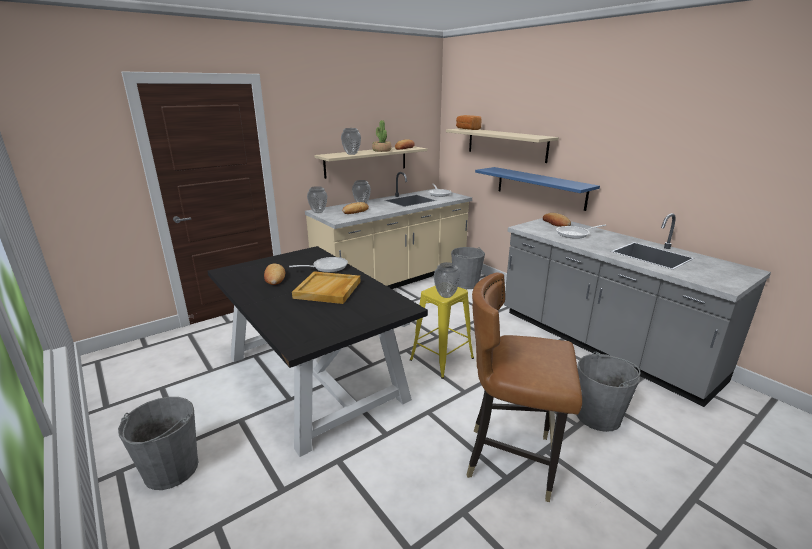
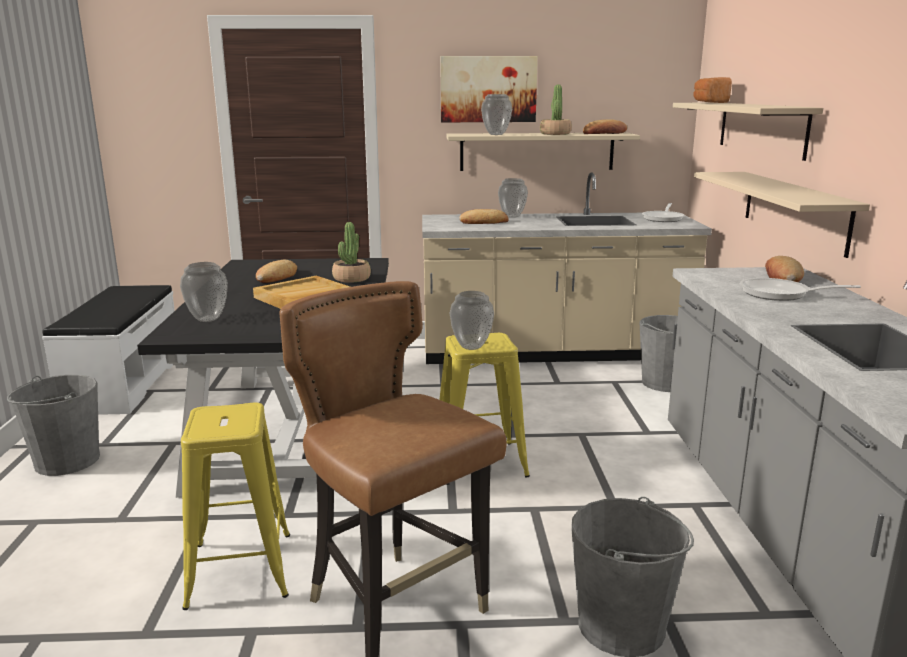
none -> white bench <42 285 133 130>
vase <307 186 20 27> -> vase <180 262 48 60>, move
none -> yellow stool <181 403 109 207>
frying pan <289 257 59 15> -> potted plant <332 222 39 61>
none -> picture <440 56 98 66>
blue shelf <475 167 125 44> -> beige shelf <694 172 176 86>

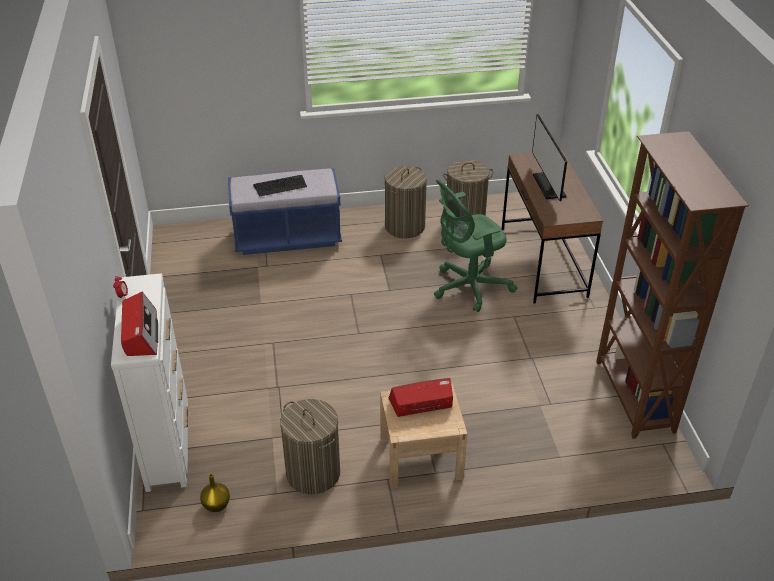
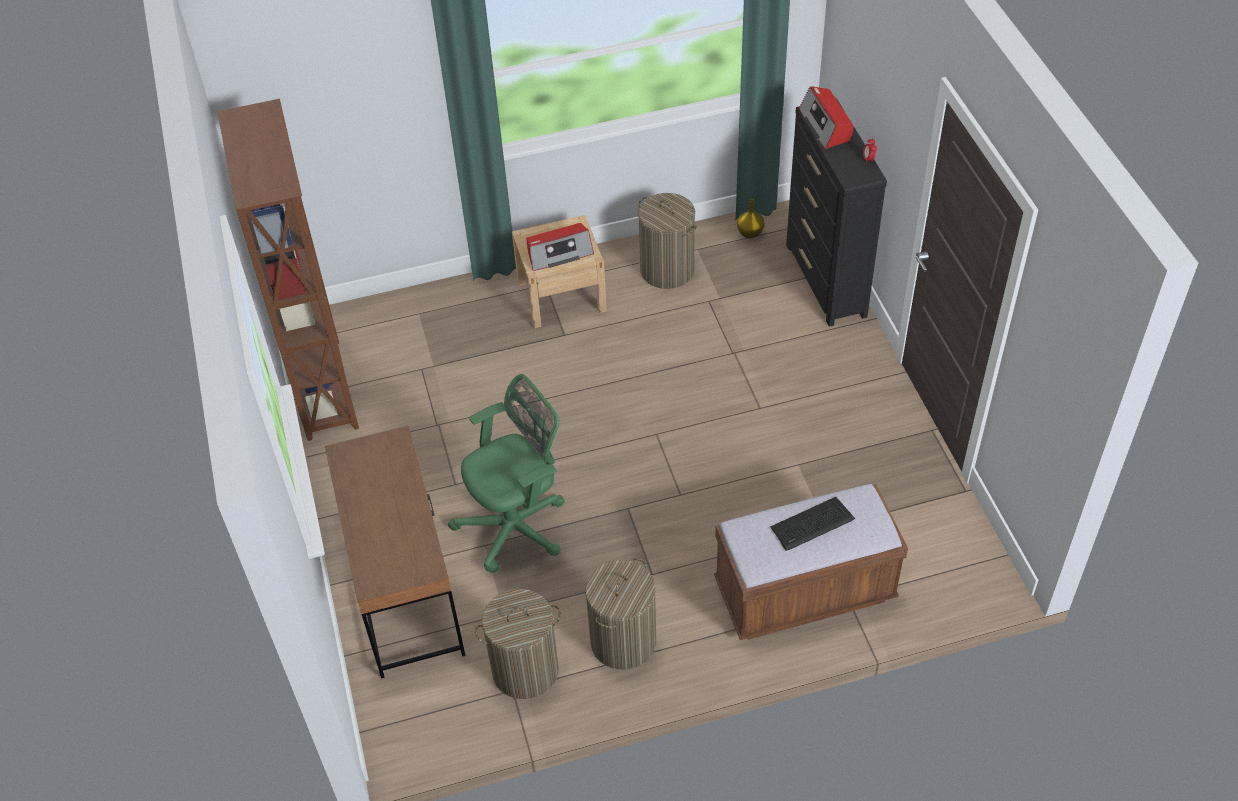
blue bench <228 168 114 87> -> brown bench <714 484 194 156>
white dresser <111 273 77 219> -> black dresser <786 98 101 229>
monitor <532 114 35 87> -> none

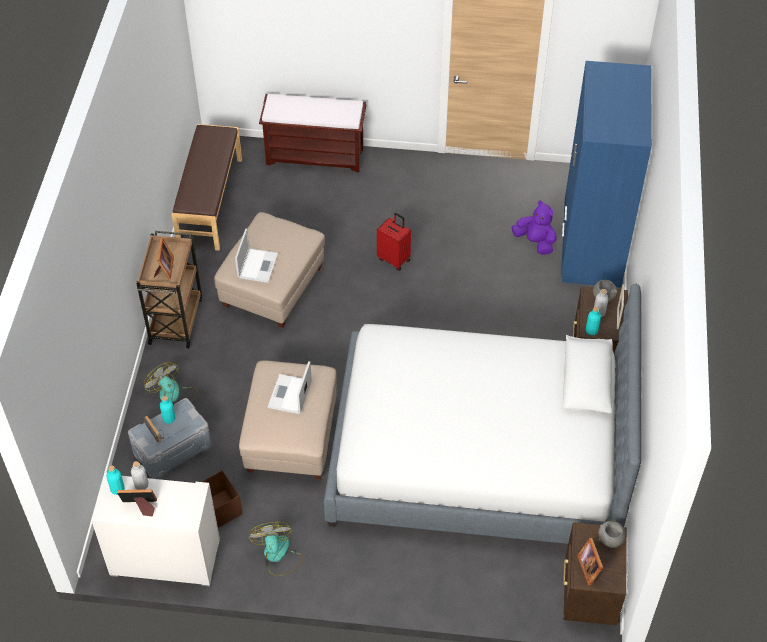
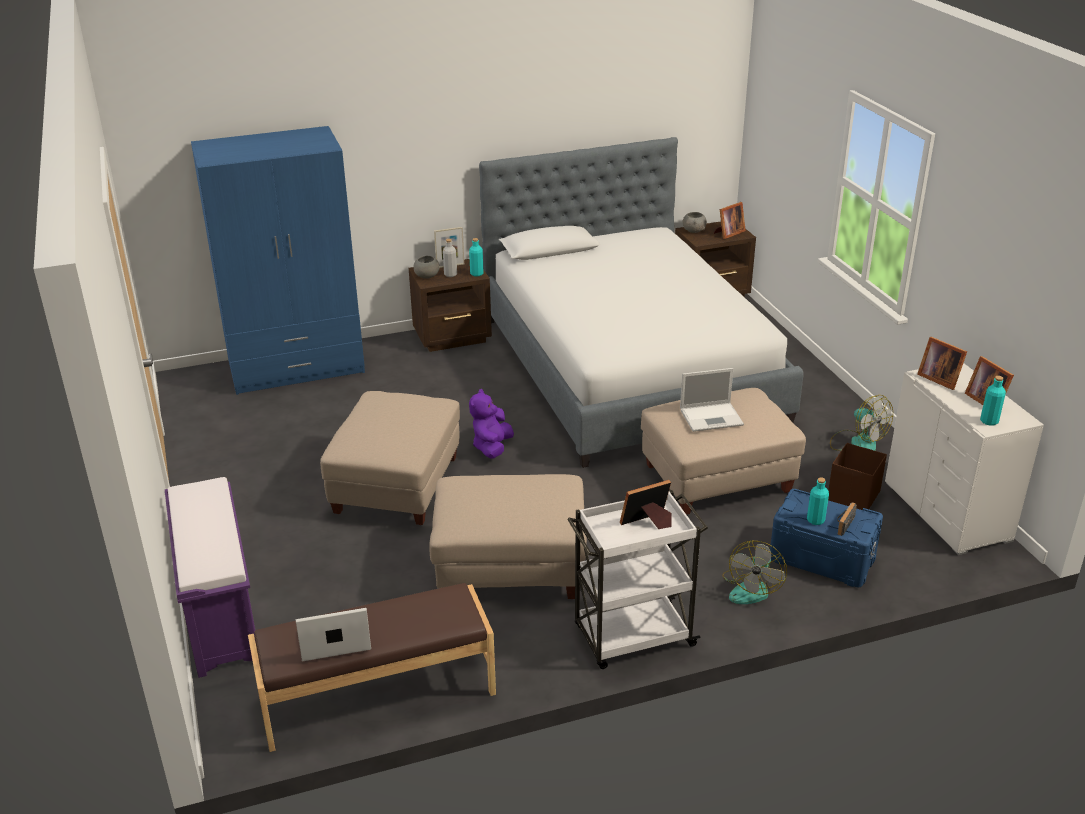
brown bench <259 94 107 78> -> purple bench <165 477 91 201>
laptop <235 229 43 54> -> laptop <296 608 75 53>, move
red suitcase <377 213 34 58> -> beige ottoman <320 391 140 134>
purple plush toy <511 200 46 55> -> purple plush toy <469 389 45 69>, move
brown cart <136 231 66 117> -> white cart <567 490 141 179>
grey storage box <128 398 84 81> -> blue storage box <770 489 113 98>
fan <249 522 55 54> -> fan <830 395 63 56>, 90 degrees counterclockwise
none -> picture frame <917 337 50 53>
grey bottle <131 461 18 29> -> none

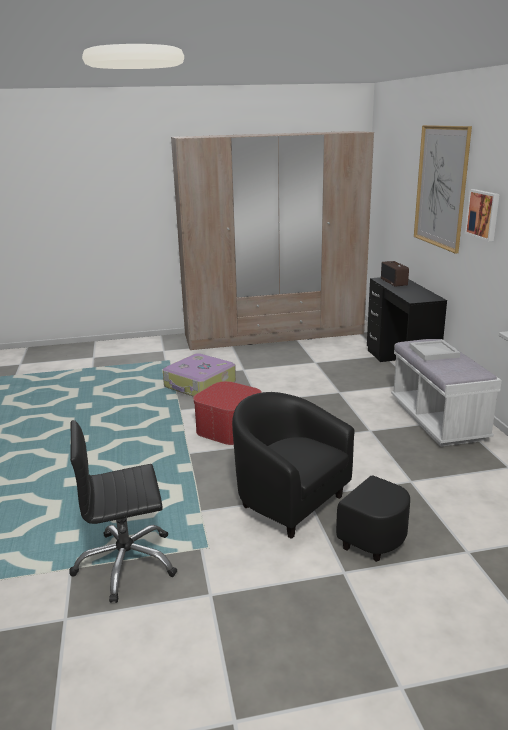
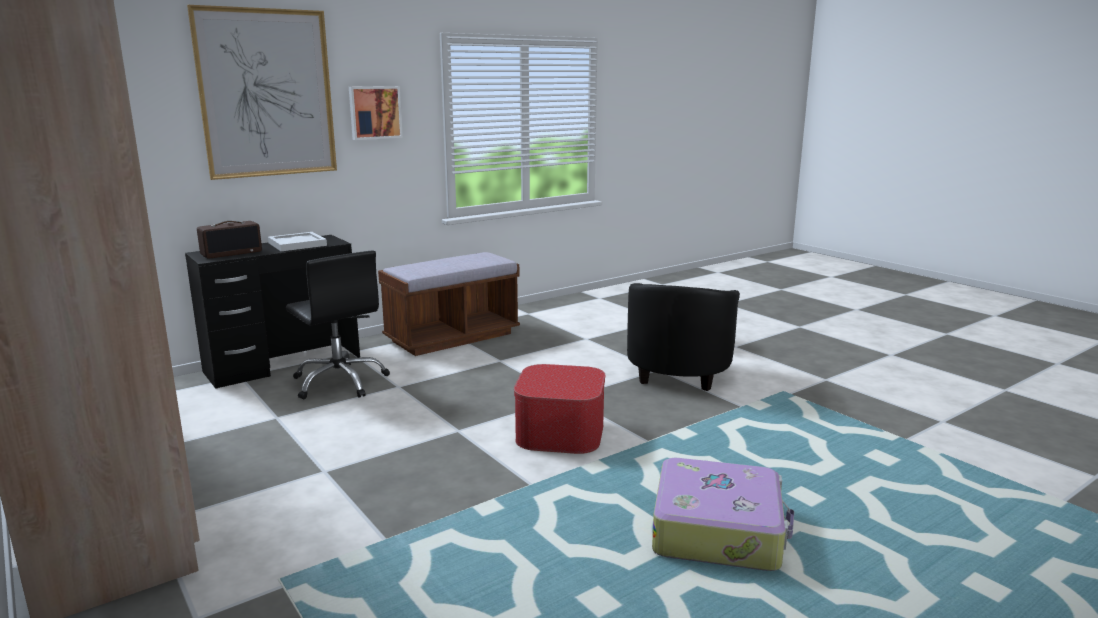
white tray <409 340 51 21> -> white tray <268 232 59 19>, move
black office chair <70 420 108 183> -> black office chair <286 251 104 148>, move
white bench <391 339 111 108> -> brown bench <378 252 142 104>
suitcase <163 353 73 44> -> suitcase <652 458 142 113>, move

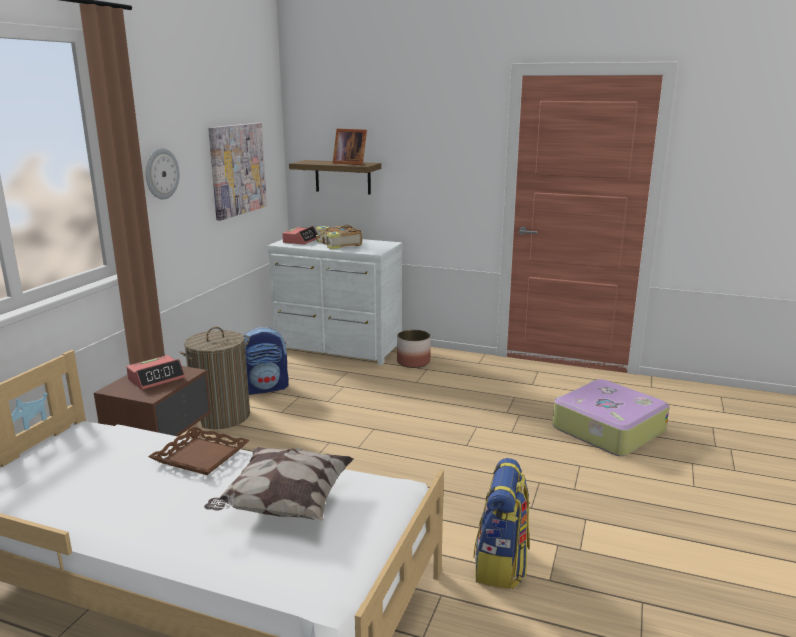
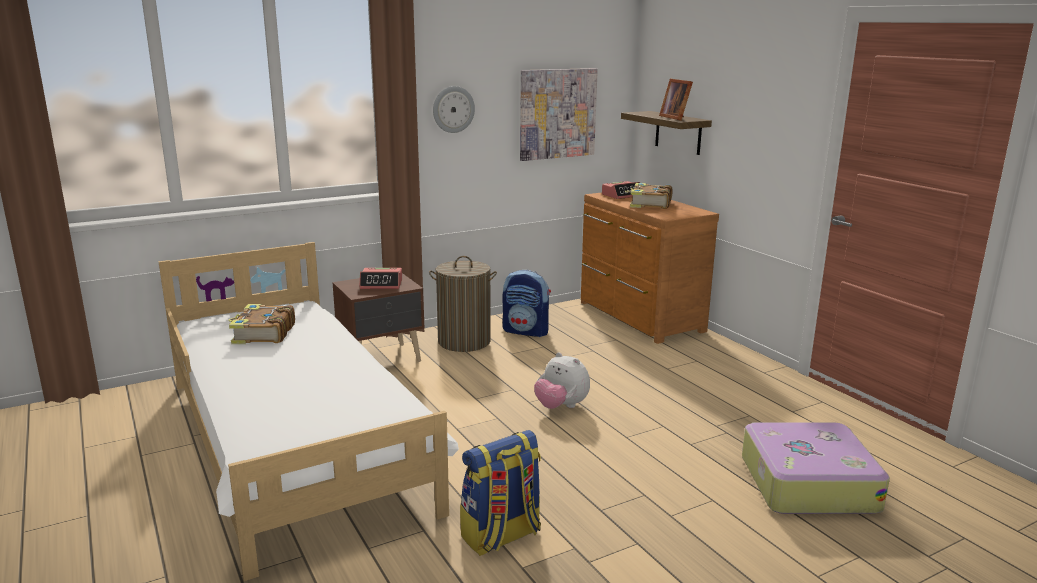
none -> book <228 304 67 40>
none -> plush toy <534 352 56 57>
white dresser <268 239 135 126> -> brown dresser <581 192 138 152>
brown tray <148 427 101 48> -> none
pillow <204 447 150 74> -> none
planter <397 330 34 38> -> none

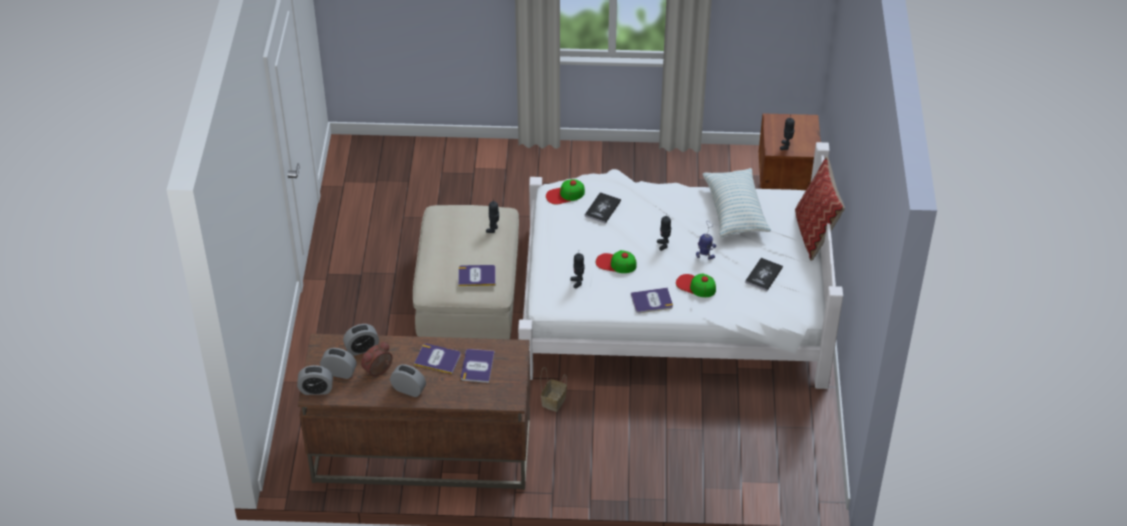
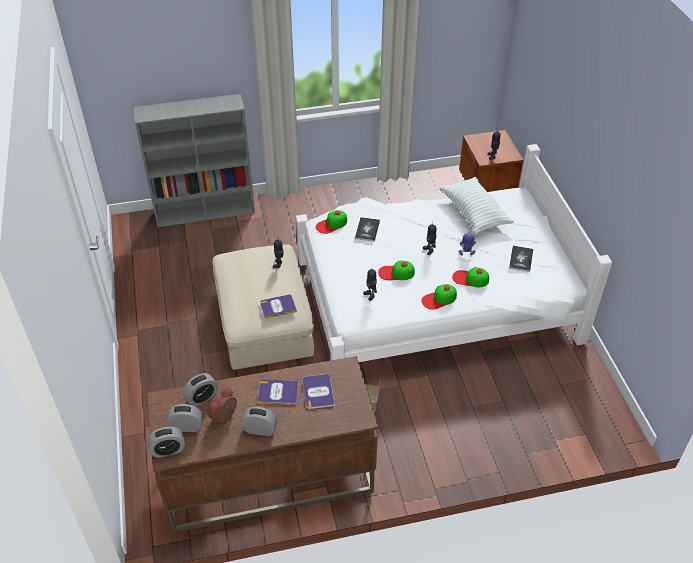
none -> grey bookcase <134 94 121 133>
book <631 288 42 25> -> cap <421 284 36 26>
pillow <795 157 50 104> -> none

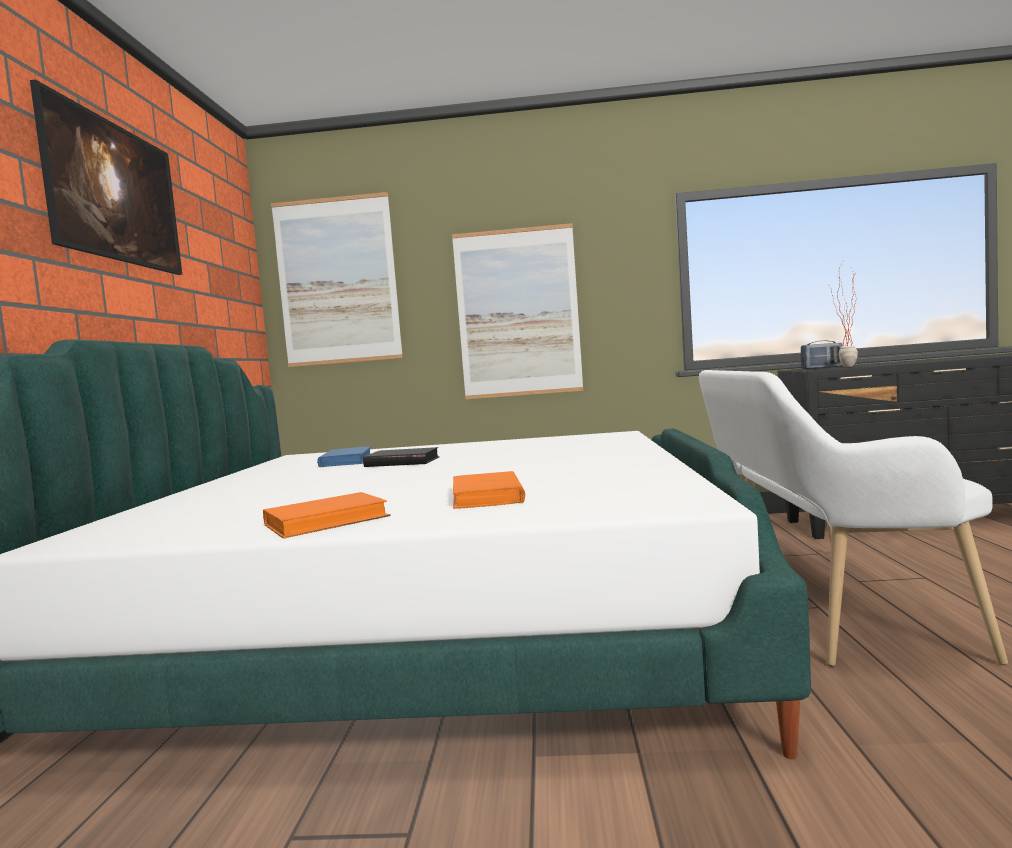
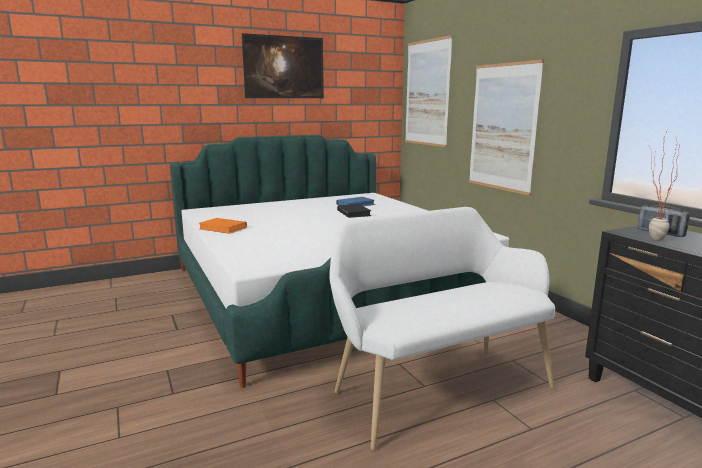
orange book <453 471 72 38> -> none

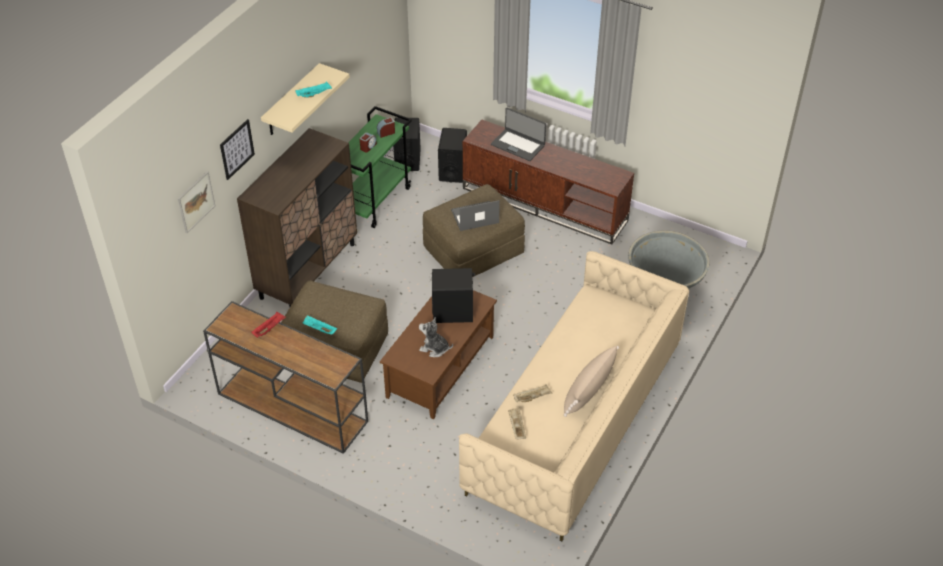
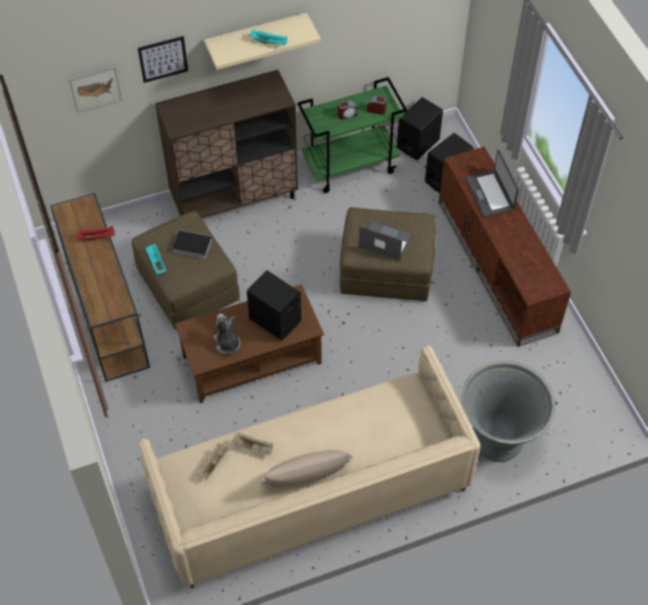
none -> book <172 230 40 29>

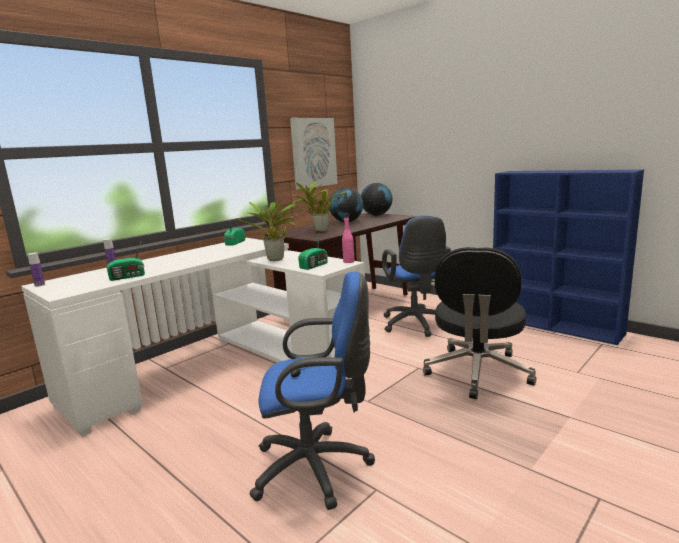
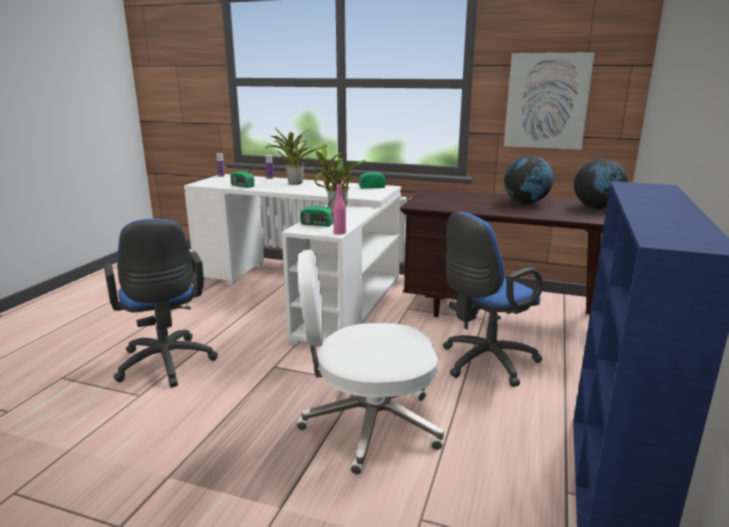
potted plant <292 181 55 51> -> potted plant <265 128 62 57>, move
black office chair <423 247 113 152> -> white office chair <296 250 148 225>

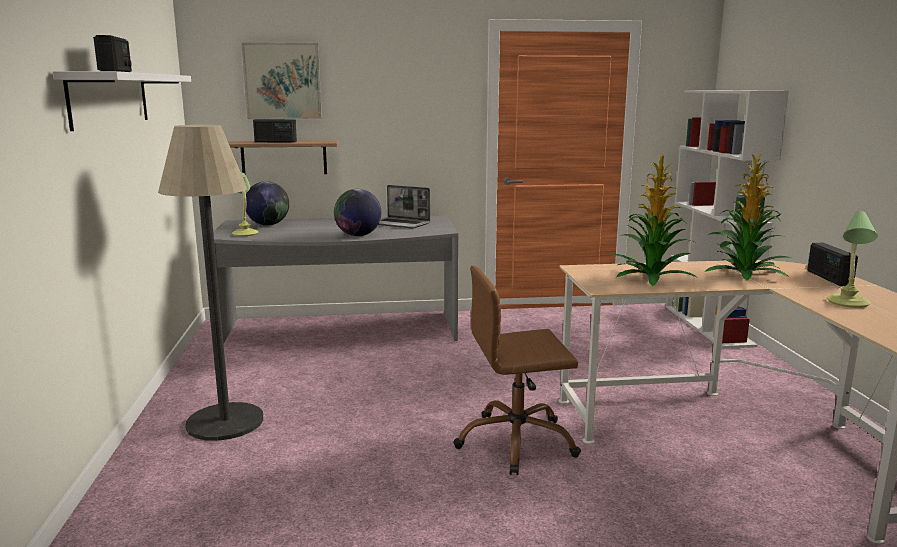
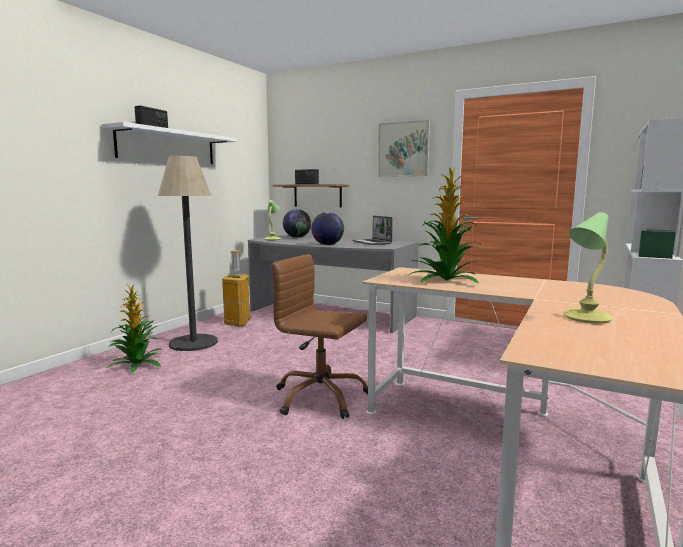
potted plant <705 154 86 126> -> potted plant <107 284 54 89>, move
none -> trash can <222 250 28 76>
picture <241 42 81 77> -> picture <378 120 52 57>, move
radio <807 243 51 43> -> none

